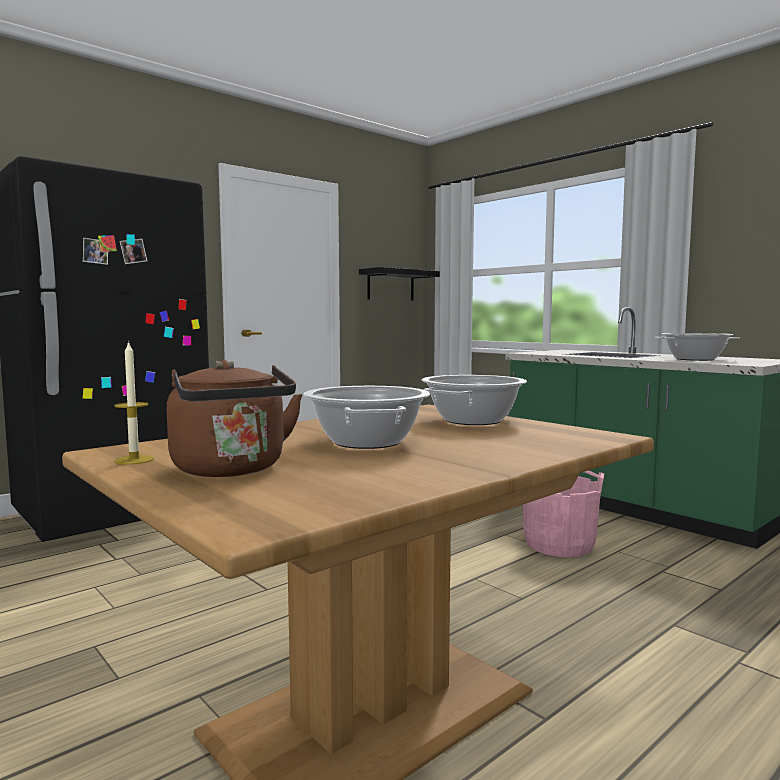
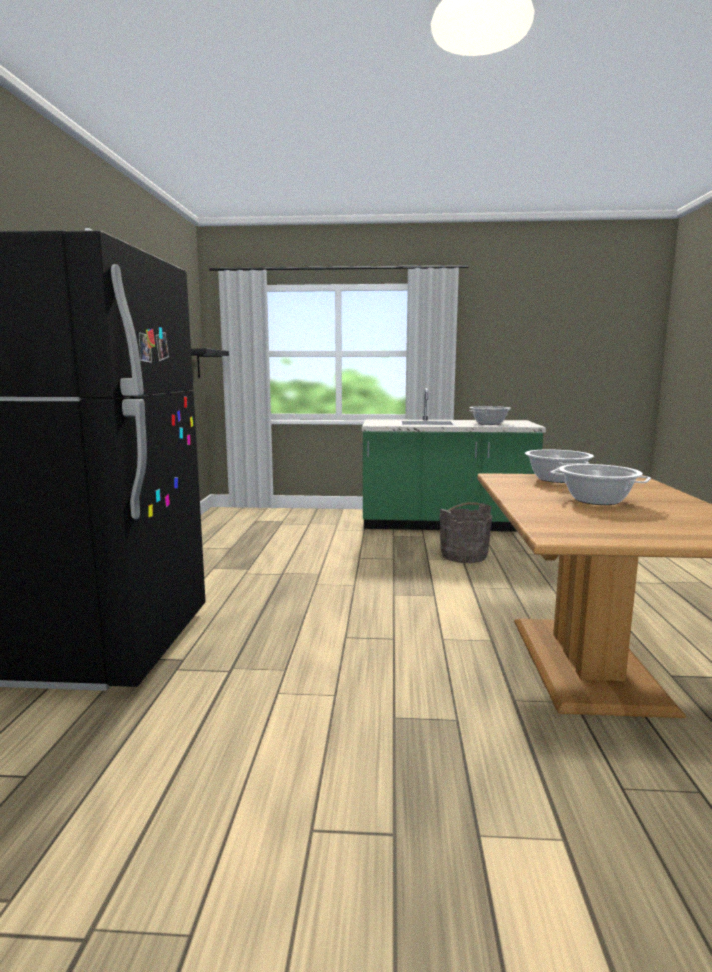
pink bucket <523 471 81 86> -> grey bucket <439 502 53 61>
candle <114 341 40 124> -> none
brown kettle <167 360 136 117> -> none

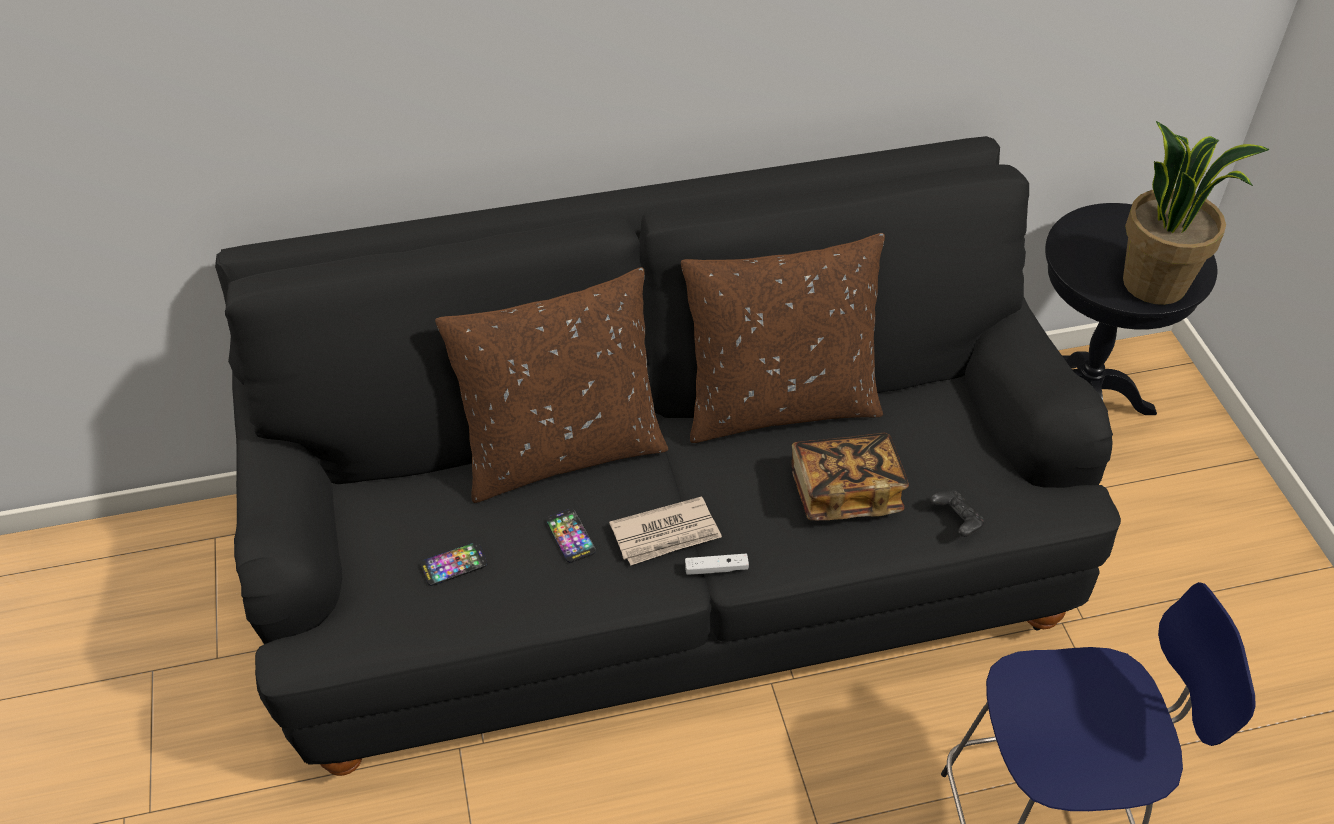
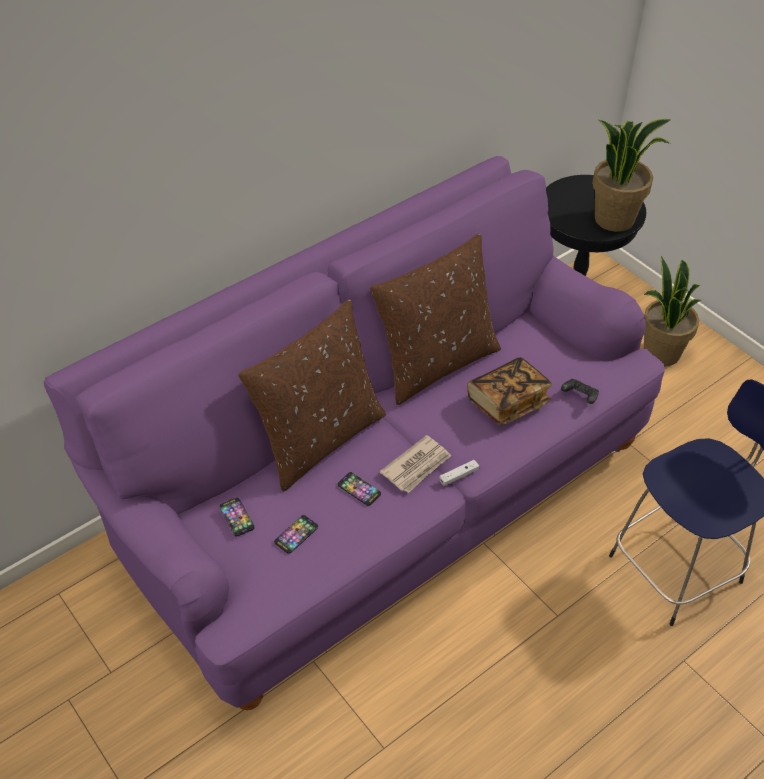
black sofa <215 136 906 640> -> purple sofa <44 156 621 554>
none -> phone <219 498 36 38>
none -> potted plant <644 256 57 110>

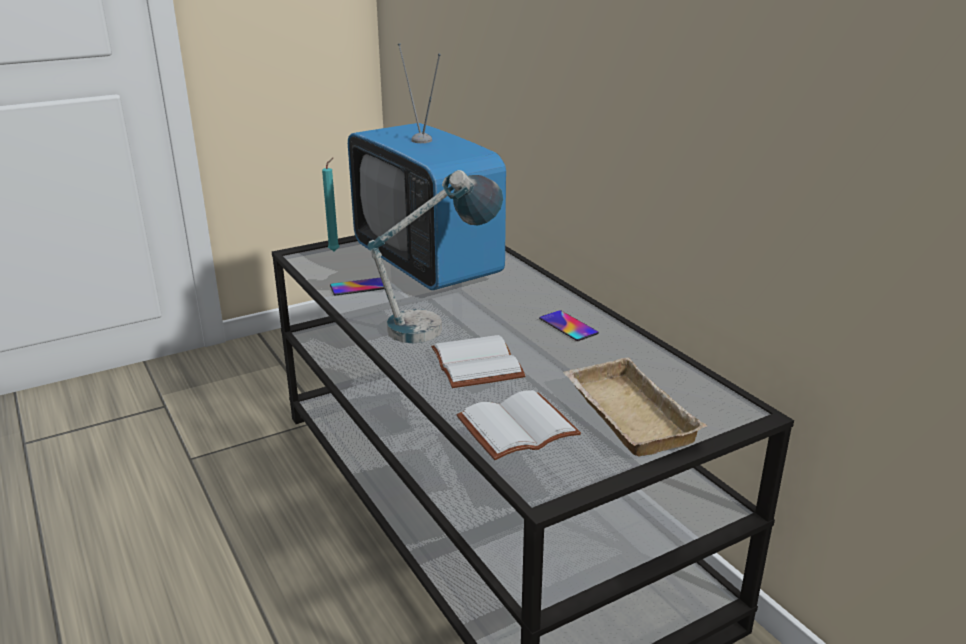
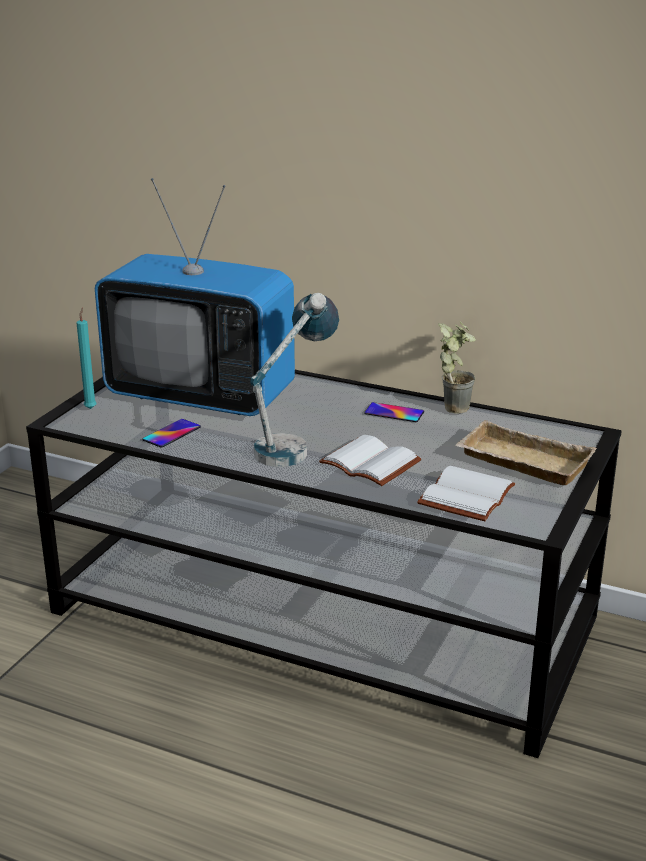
none -> potted plant <438 322 38 92>

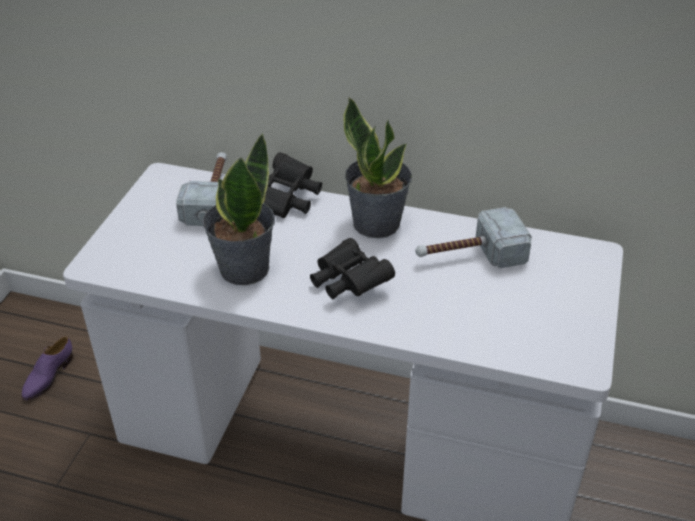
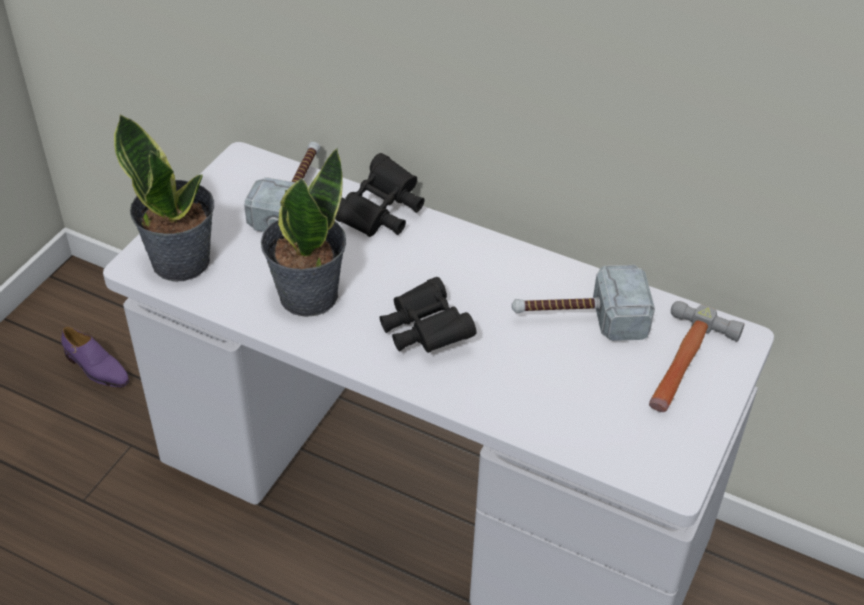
purple shoe <21 336 52 64> -> purple shoe <61 327 68 60>, 90 degrees counterclockwise
potted plant <343 97 69 141> -> potted plant <114 114 100 167>, move
none -> hammer <649 301 95 111>

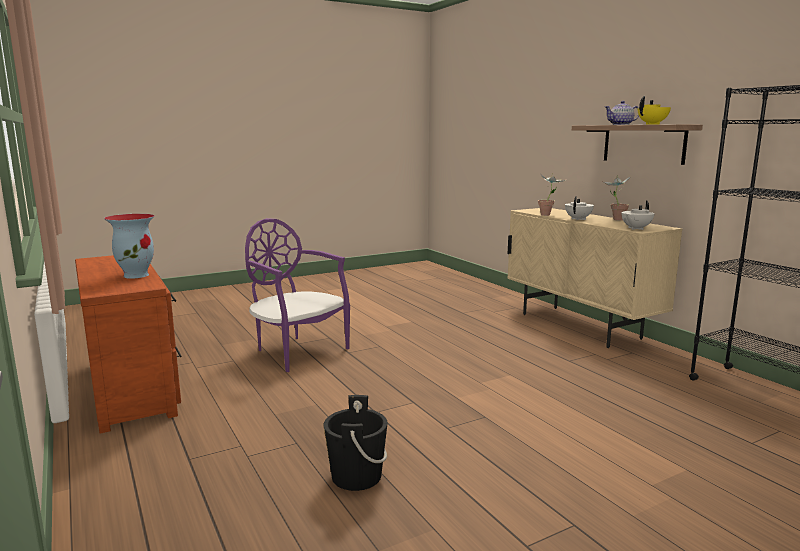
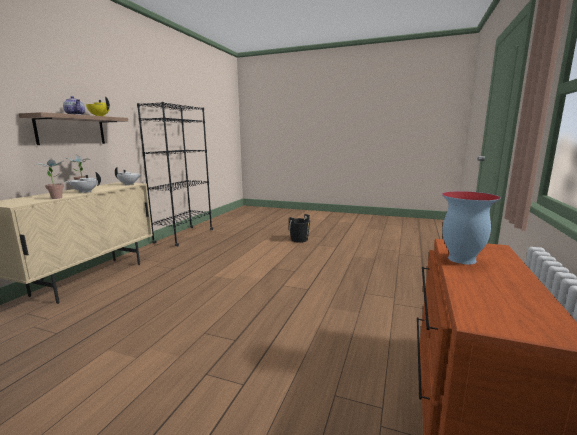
black bucket <323 395 65 96> -> black bucket <289 214 21 29>, move
purple chair <245 218 105 154> -> none

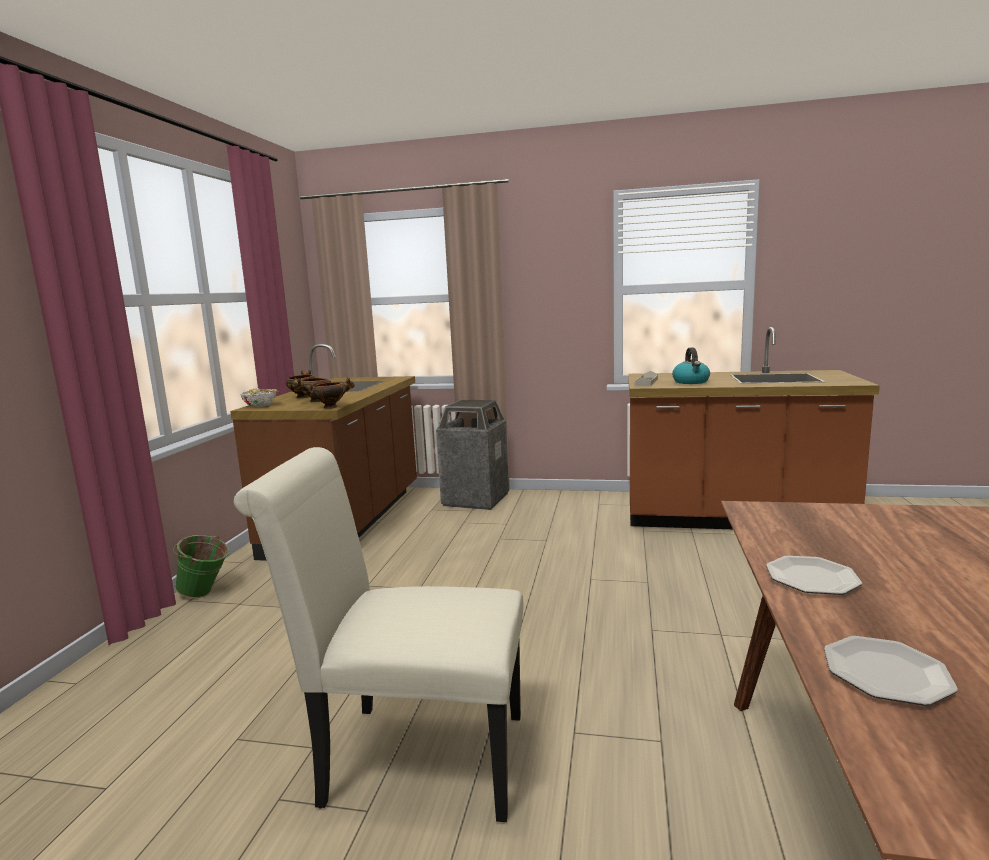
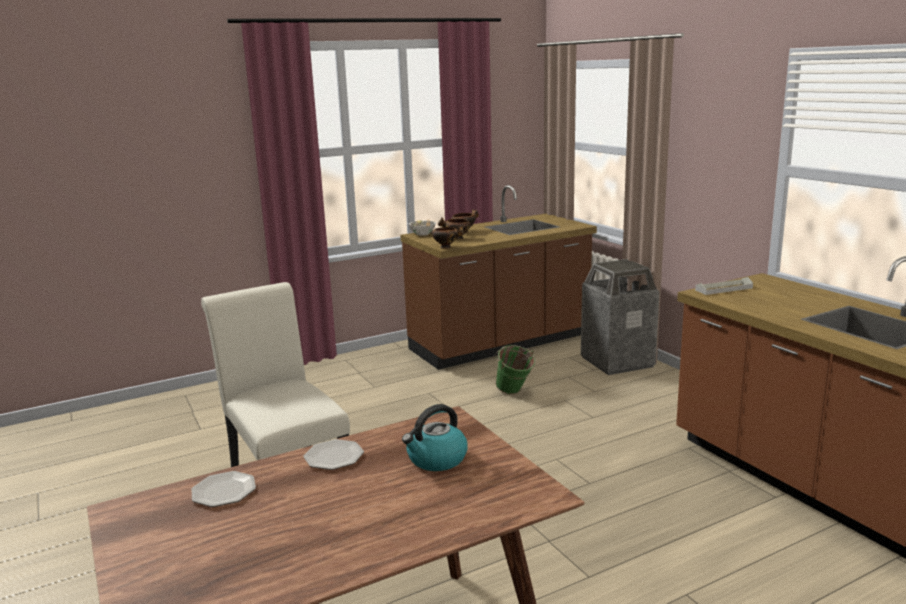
kettle <672 347 38 37> -> kettle <402 404 66 67>, move
green bucket <173 535 56 63> -> green bucket <495 345 40 49>, move

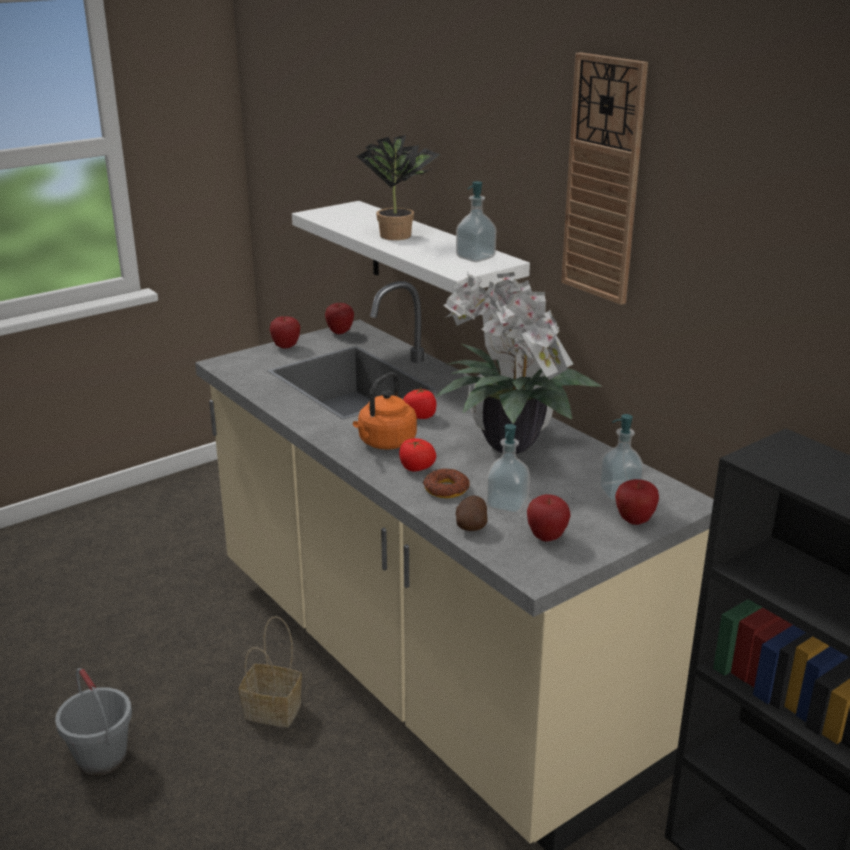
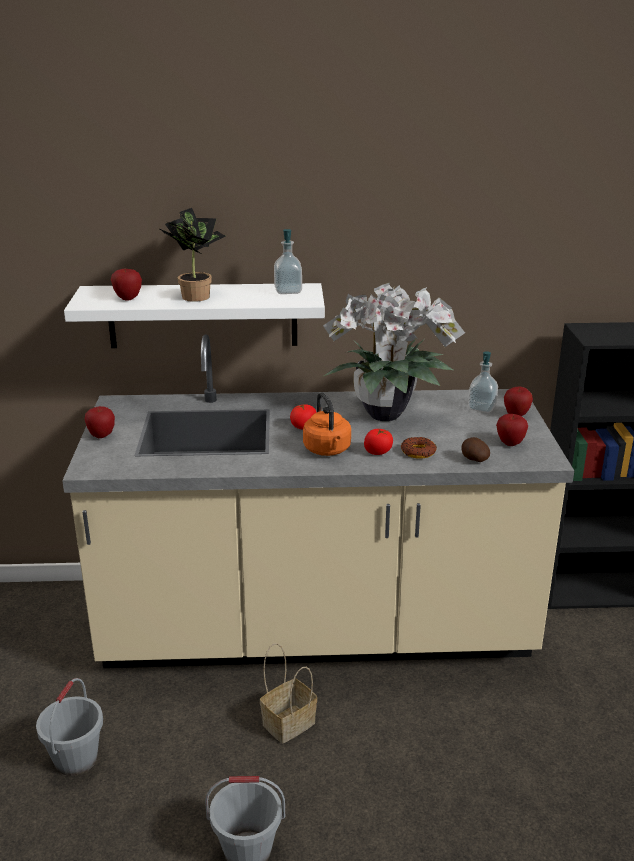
none -> grey bucket <36 678 67 98>
apple <325 303 29 31> -> apple <111 269 31 32>, move
soap dispenser <486 424 44 90> -> none
wall clock <561 52 87 253> -> none

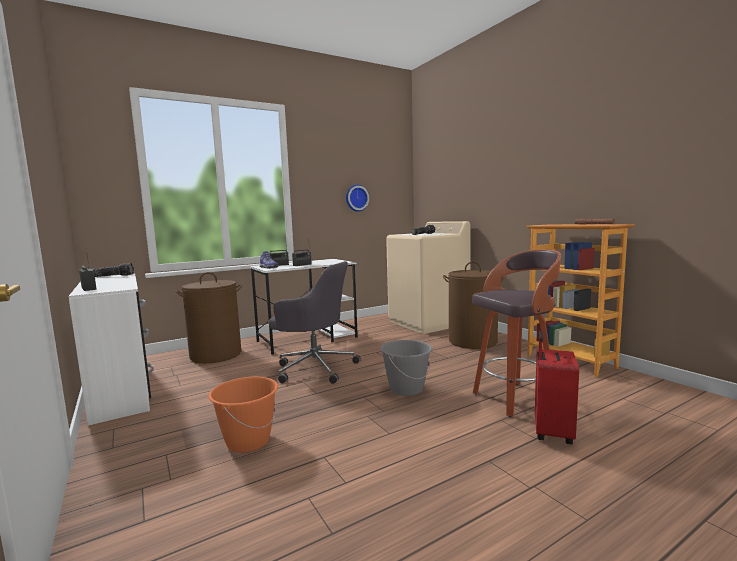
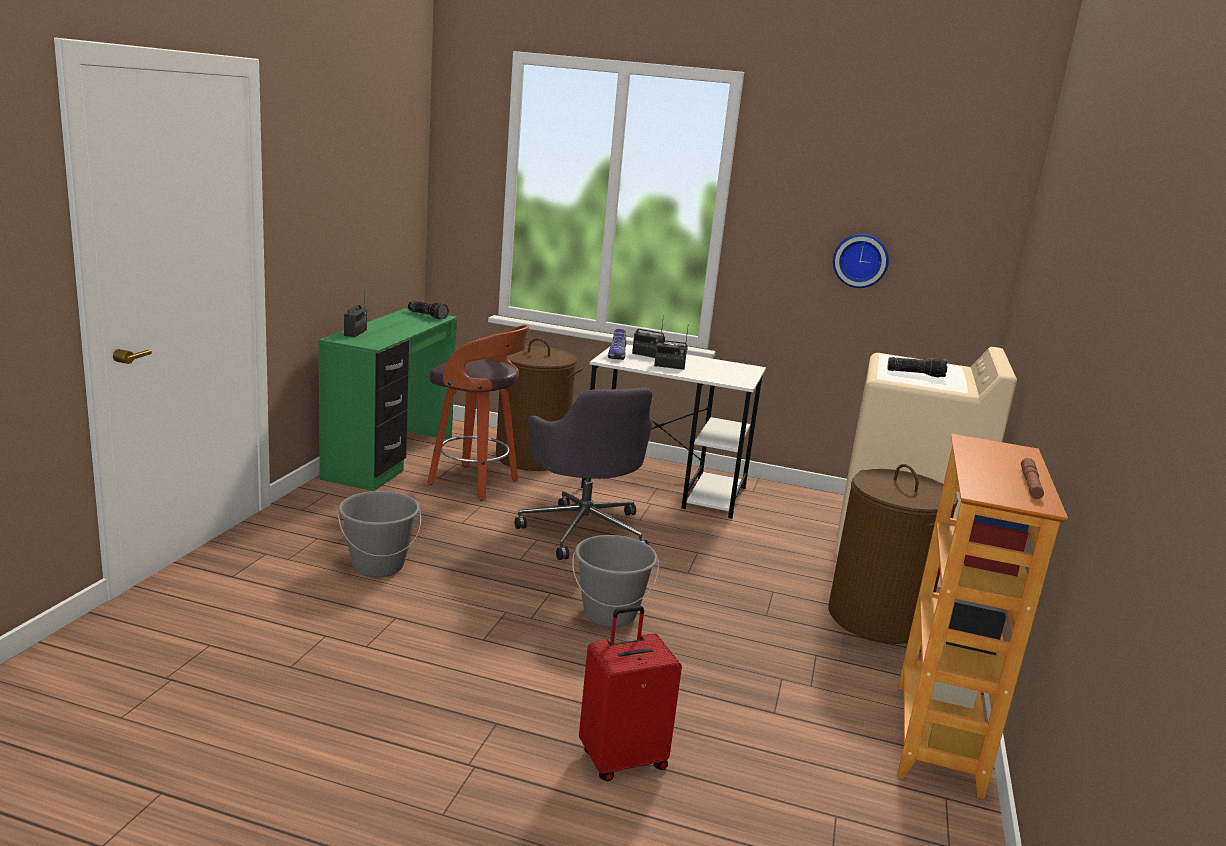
white desk <68 274 86 152> -> green desk <319 308 138 183>
orange bucket <208 377 70 76> -> grey bucket <338 491 83 86>
stool <472 249 89 168> -> stool <427 325 102 176>, move

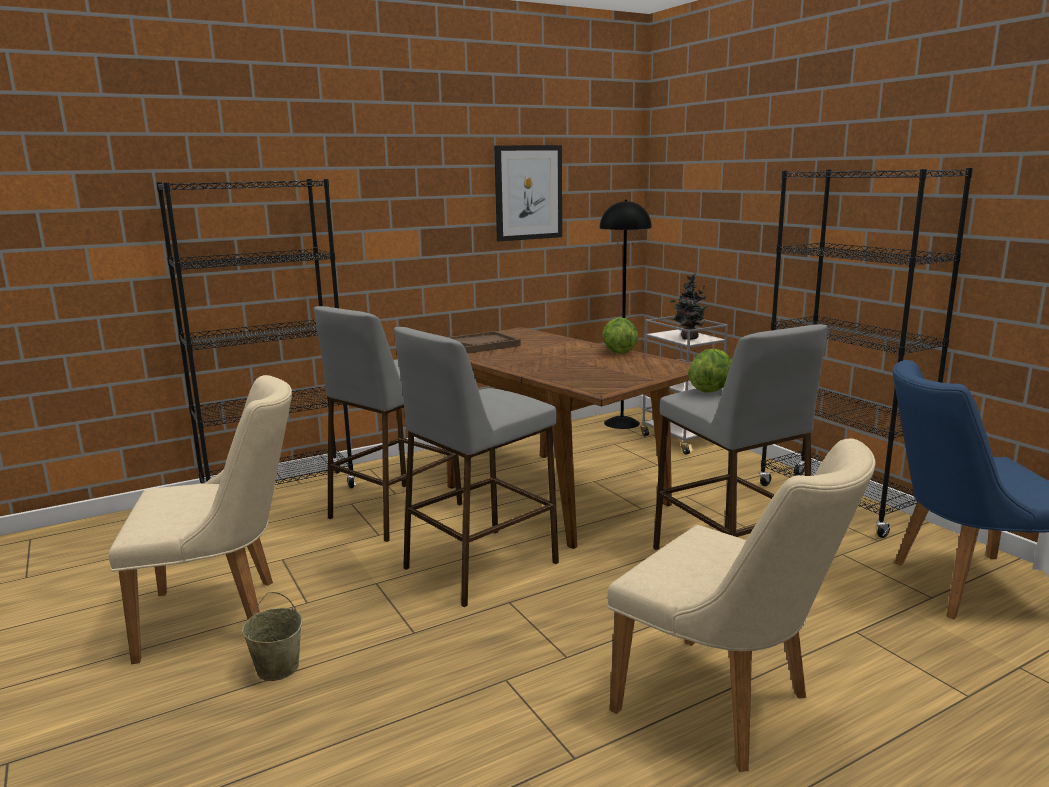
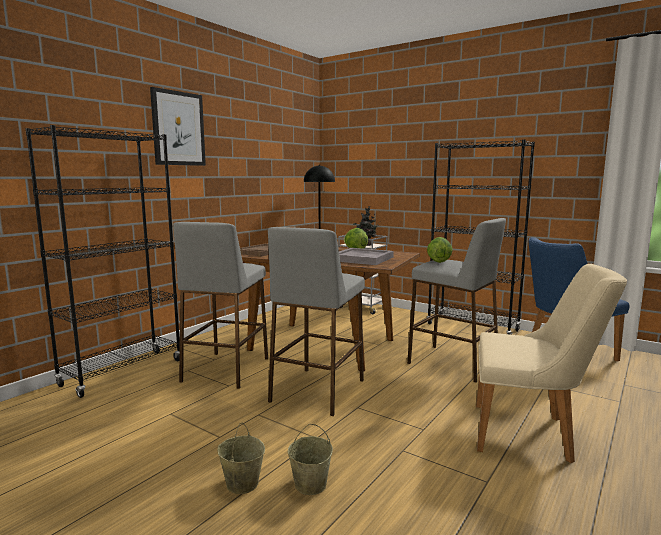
picture <494 145 68 96> -> picture <150 87 56 79>, move
none -> beige bucket <288 424 45 71>
none -> grey tray <339 248 55 17>
beige chair <109 375 183 289> -> none

